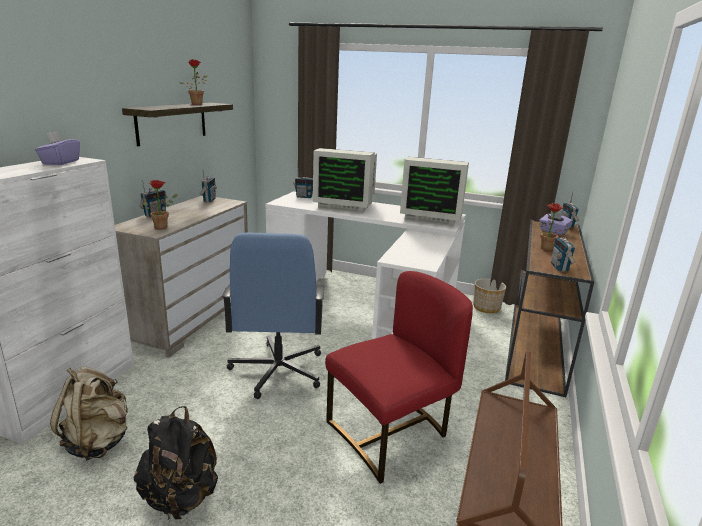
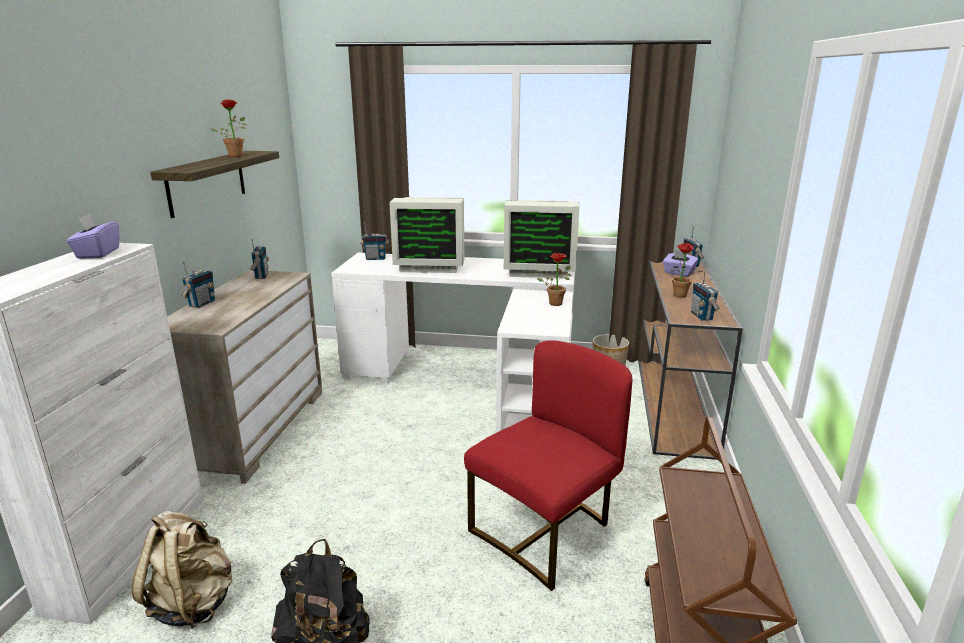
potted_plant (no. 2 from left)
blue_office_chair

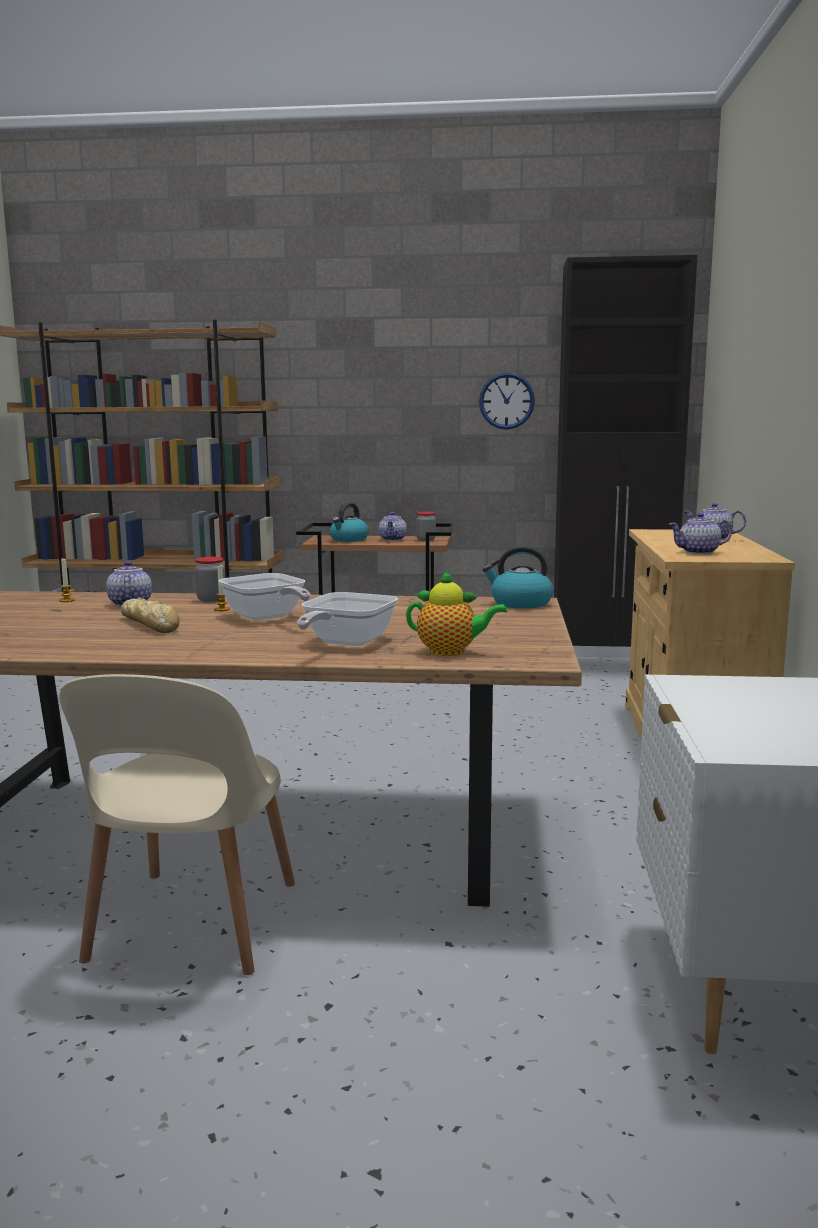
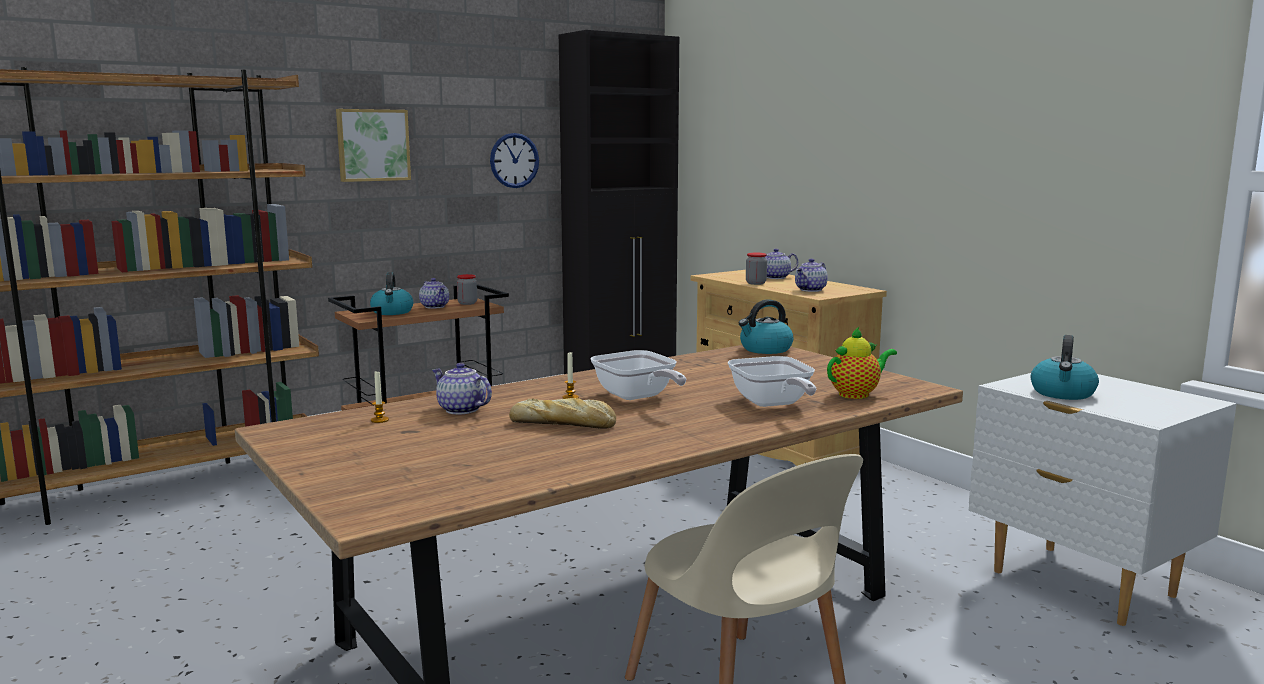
jar (no. 2 from left)
frying_pan (no. 1 from left)
picture
kettle (no. 3 from left)

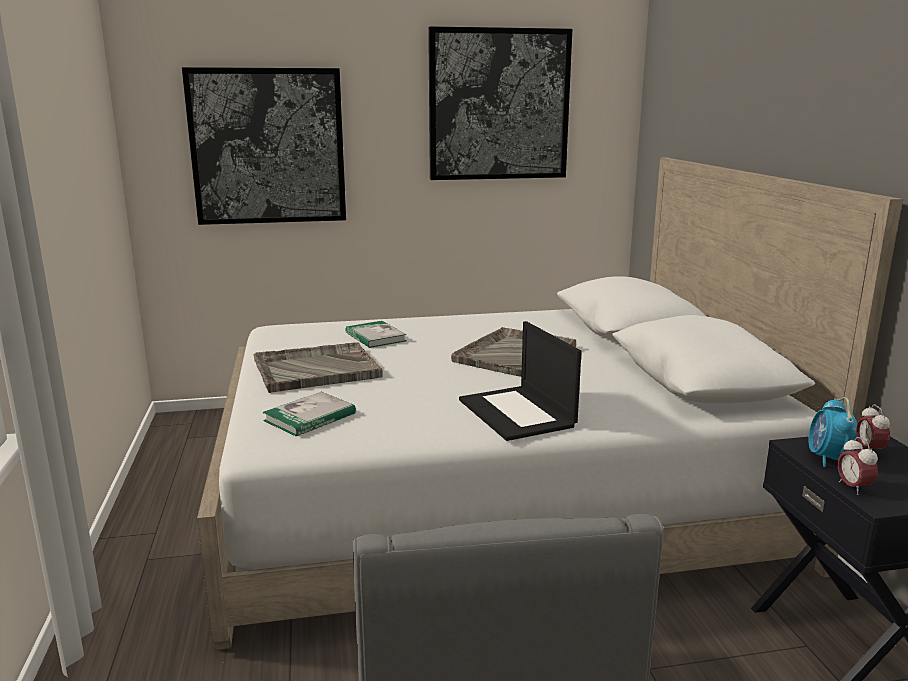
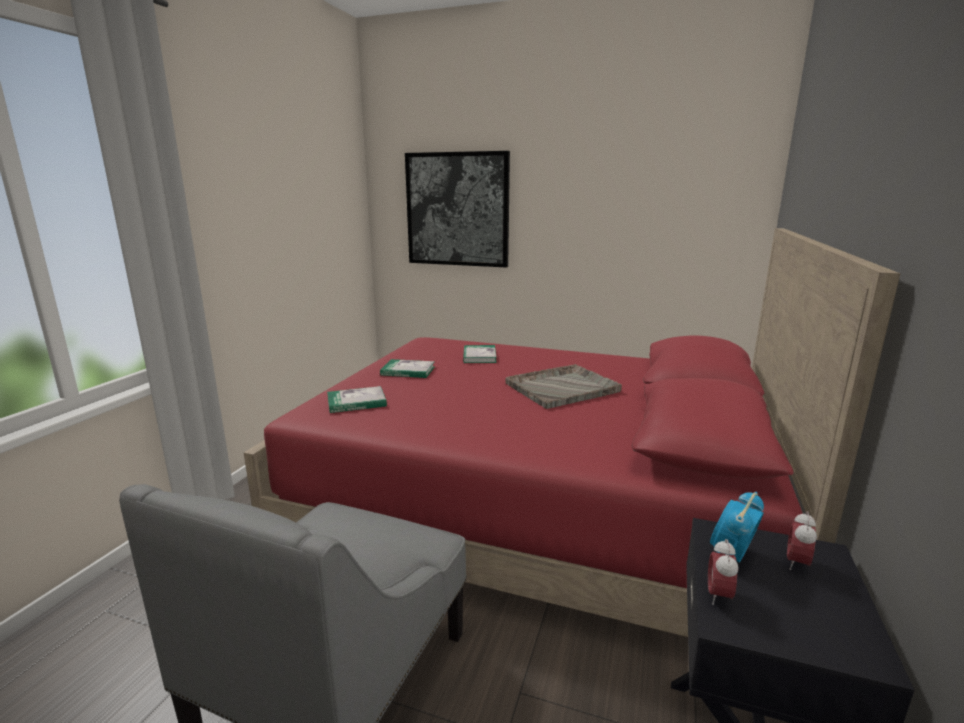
picture (no. 2 from left in the first image)
red_bed
laptop
book (no. 2 from left)

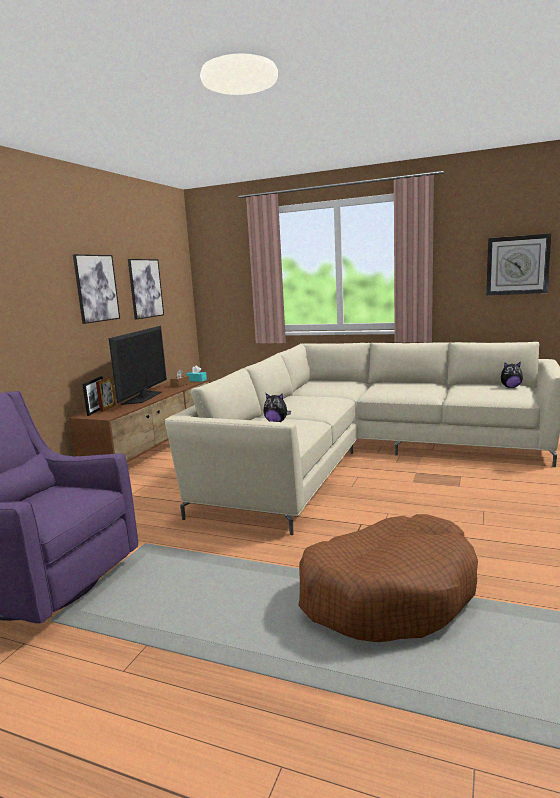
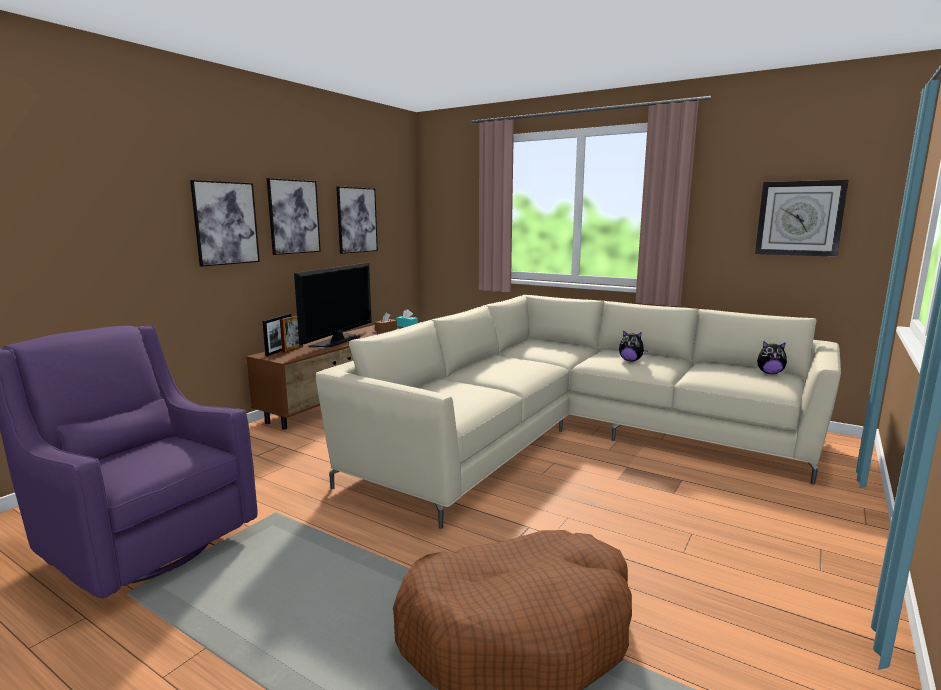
plush_toy (no. 1 from left)
picture (no. 1 from left)

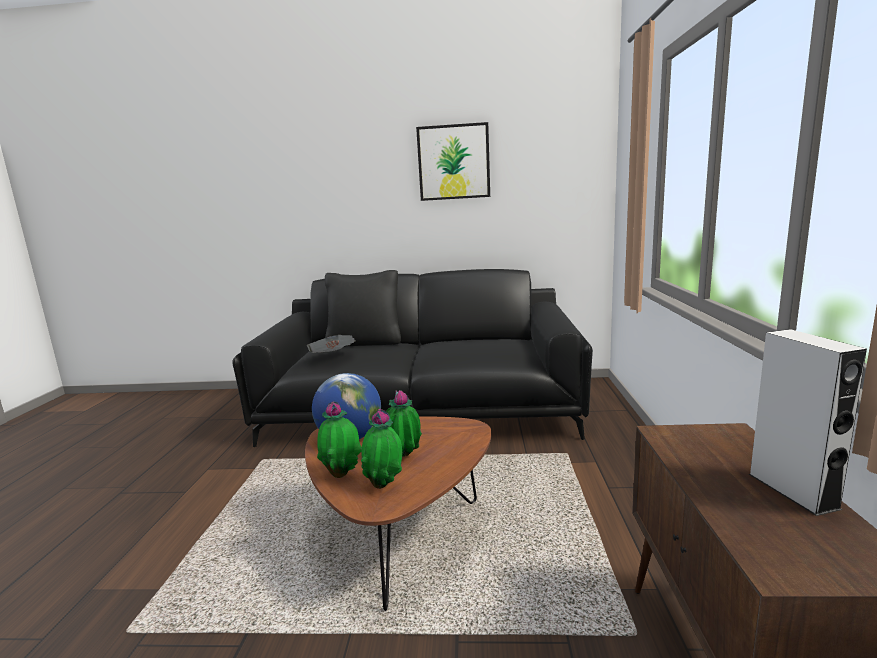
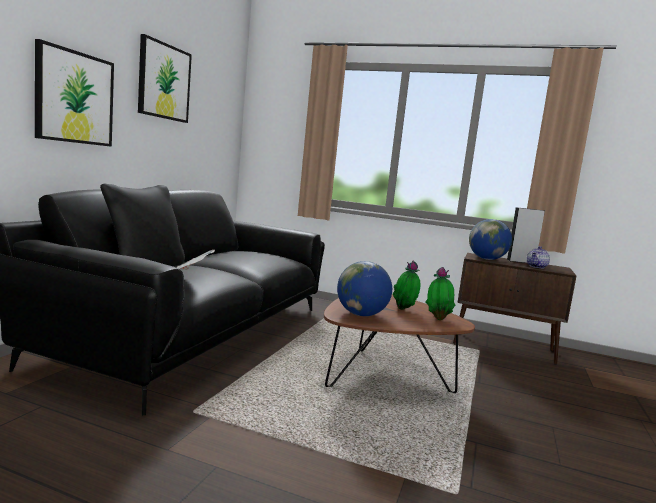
potted_plant (no. 1 from left in the first image)
picture (no. 1 from left)
globe (no. 2 from left)
teapot

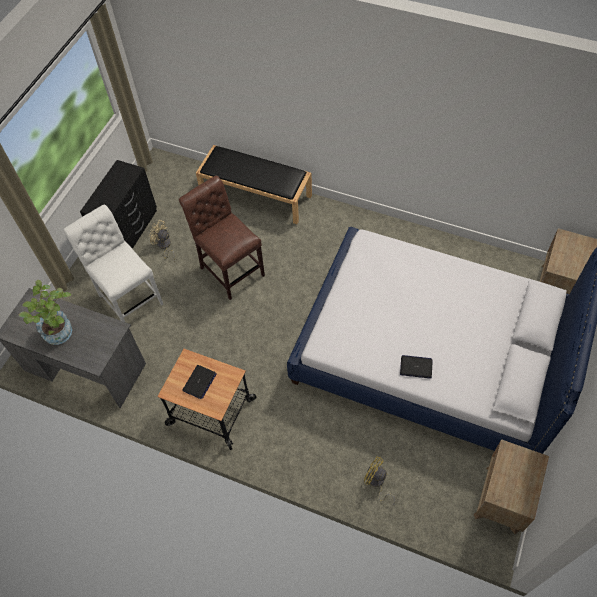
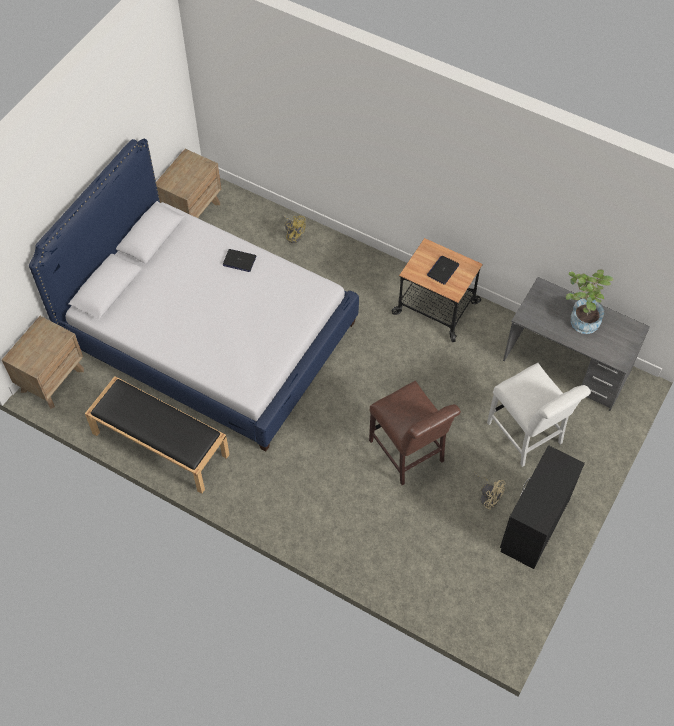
black_bench

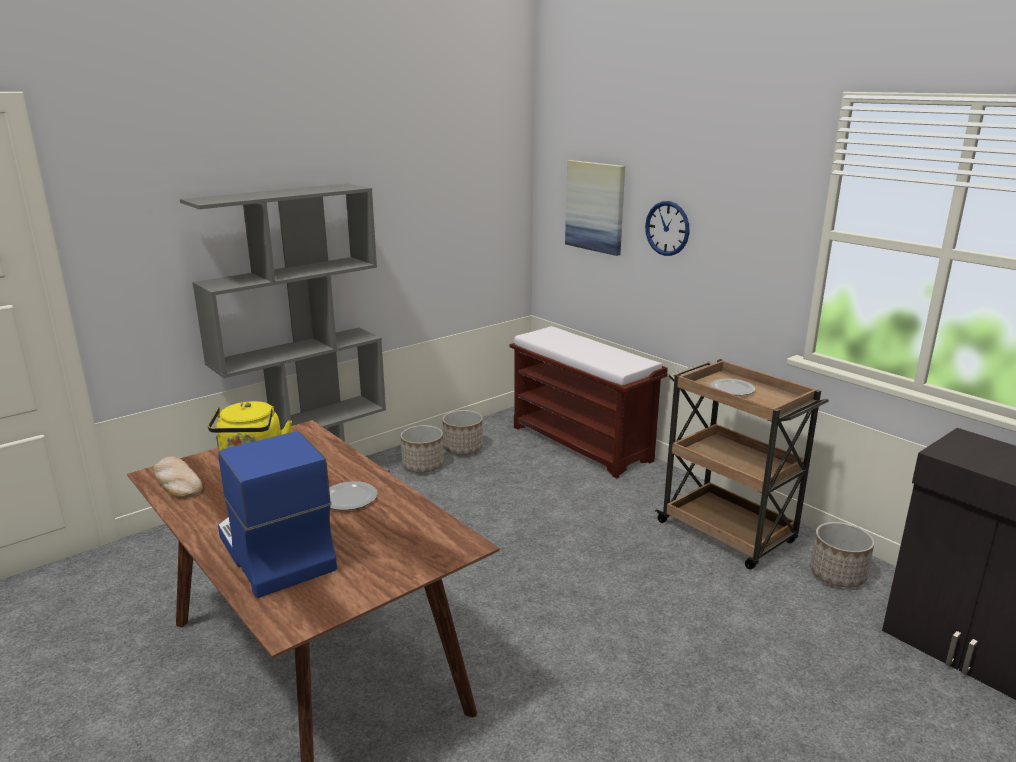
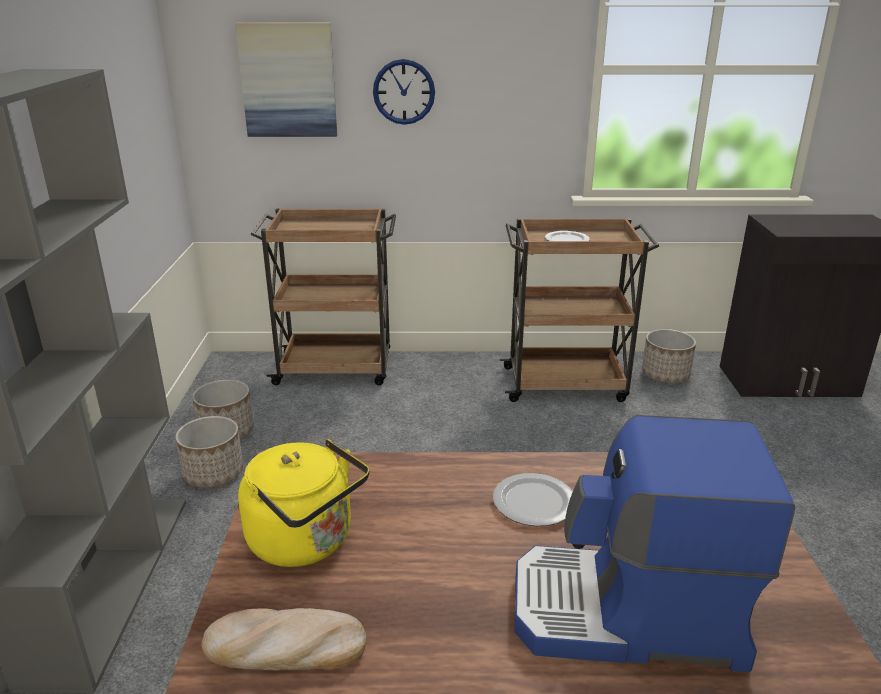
brown_cart (no. 1 from left)

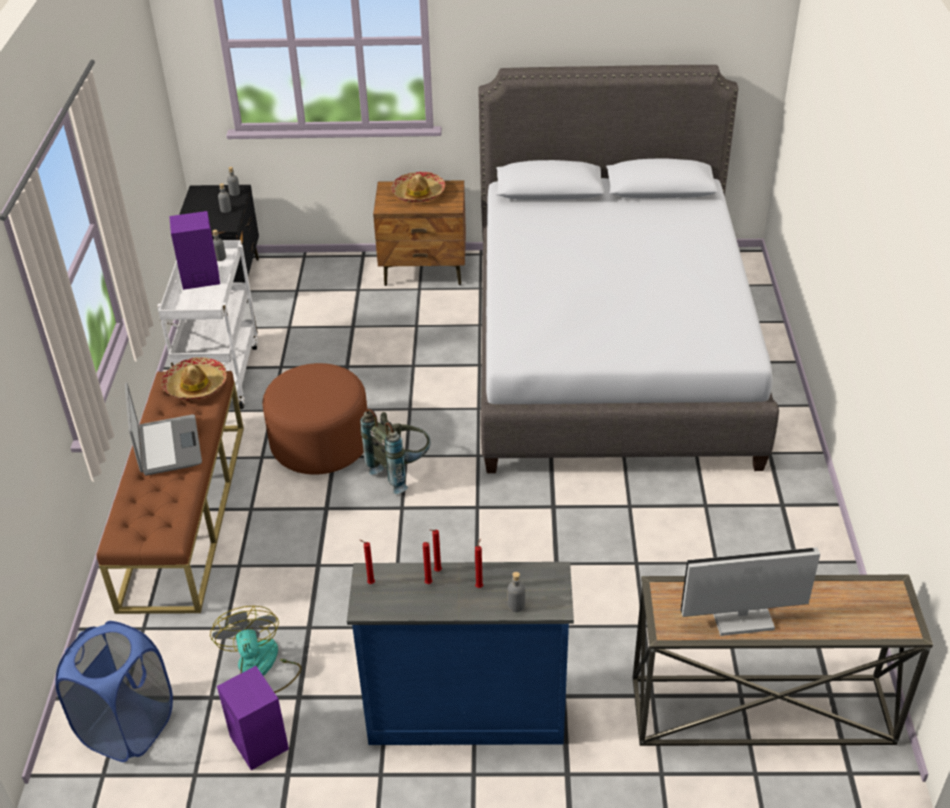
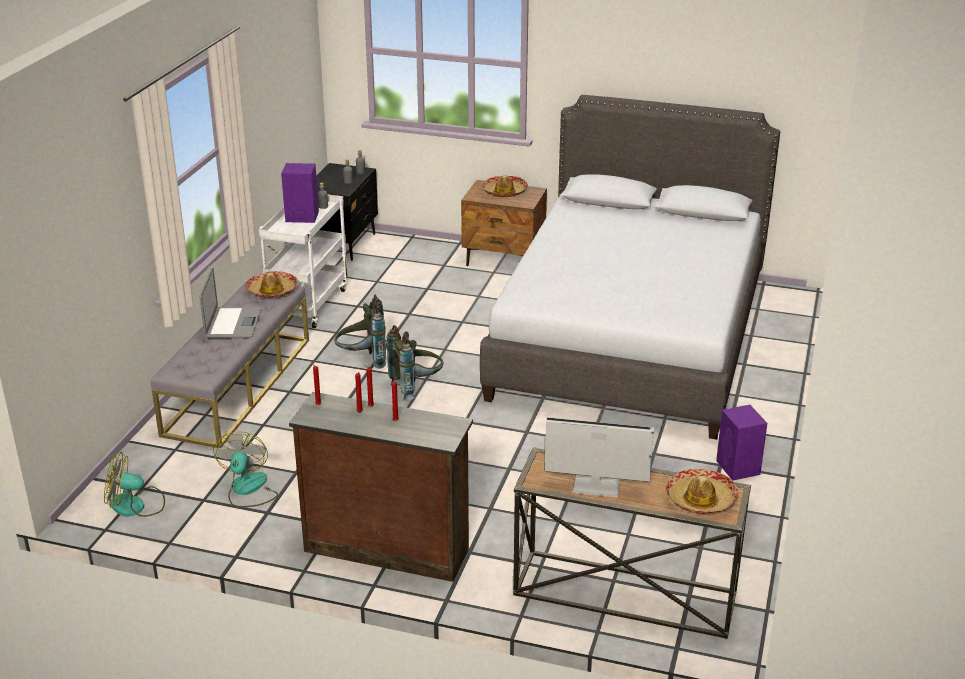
grey_backpack (no. 1 from left)
grey_bench
brown_dresser
grey_bottle (no. 4 from left in the first image)
fan (no. 1 from left)
purple_speaker (no. 2 from left)
hat (no. 3 from left)

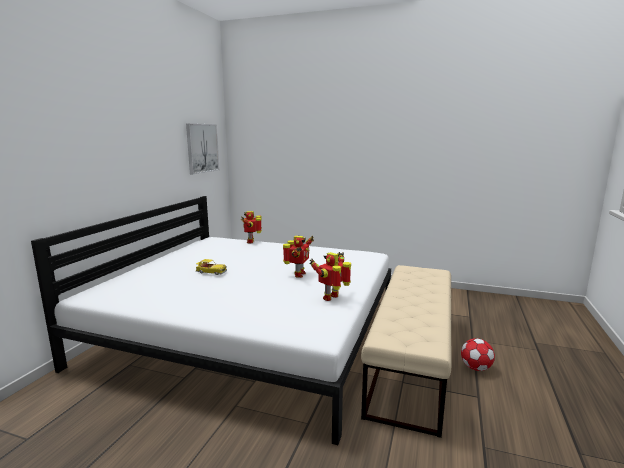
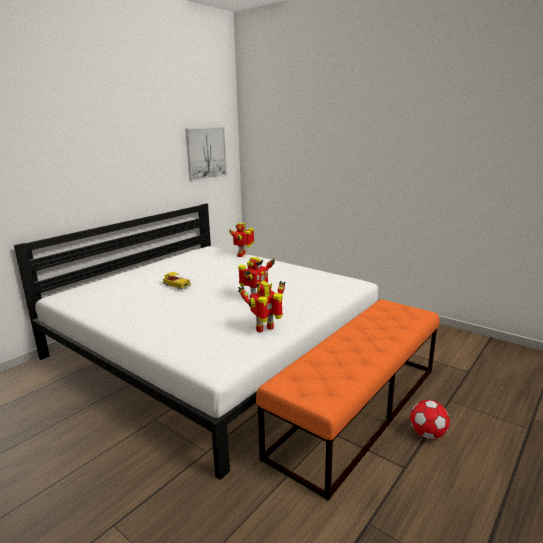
orange_bench

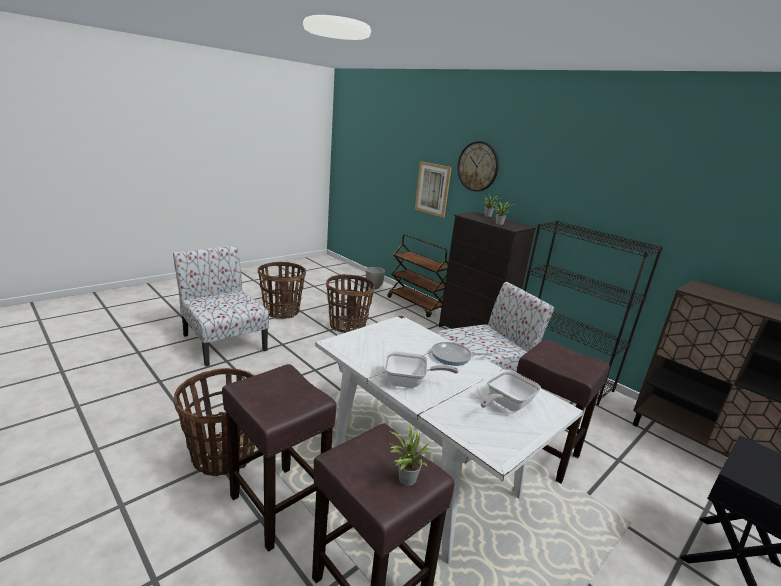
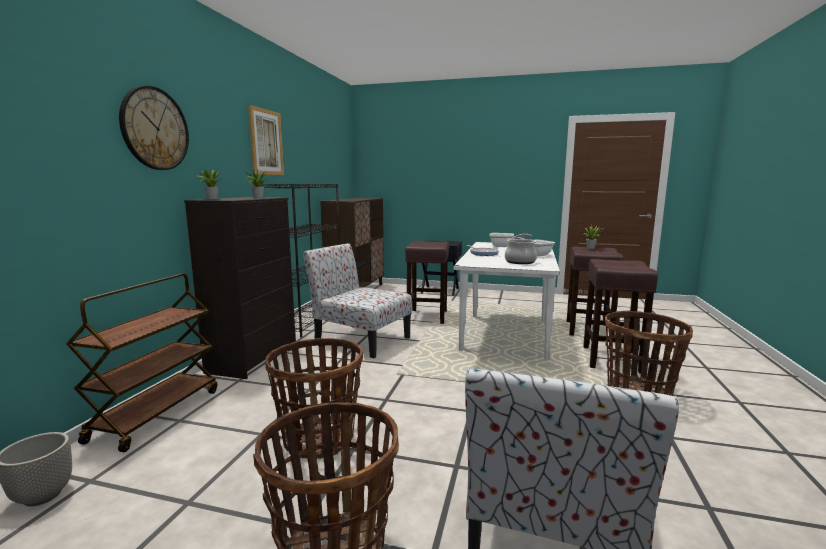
picture
cooking_pot

